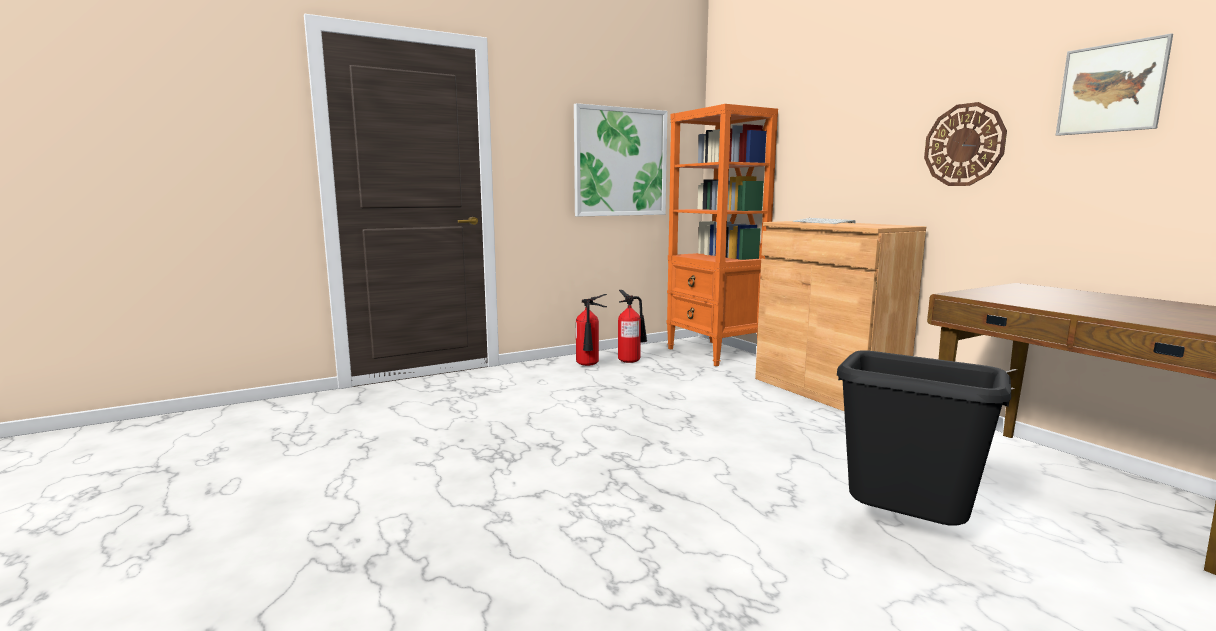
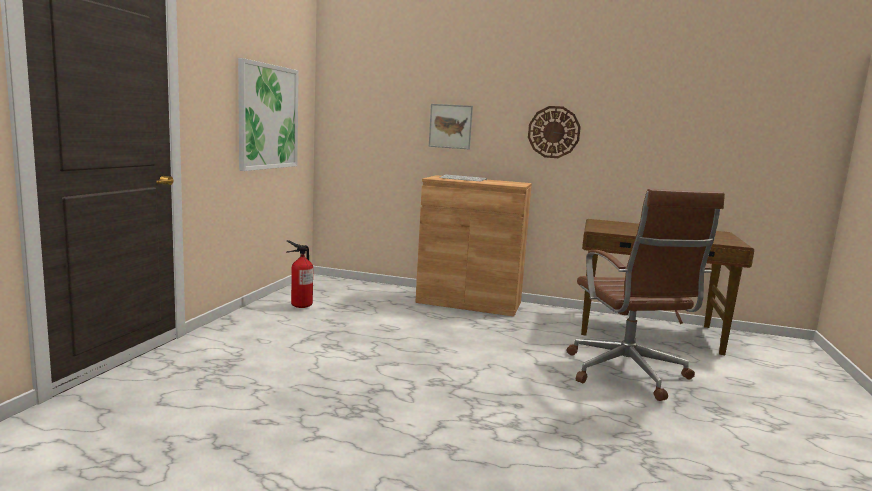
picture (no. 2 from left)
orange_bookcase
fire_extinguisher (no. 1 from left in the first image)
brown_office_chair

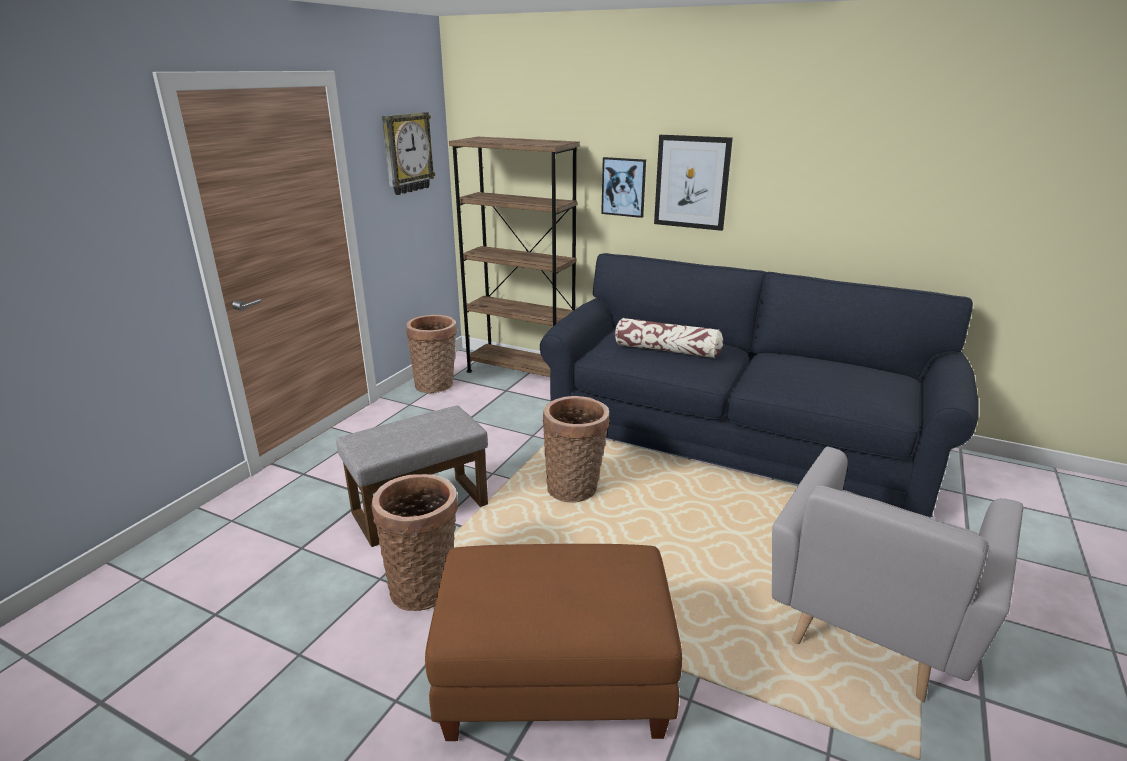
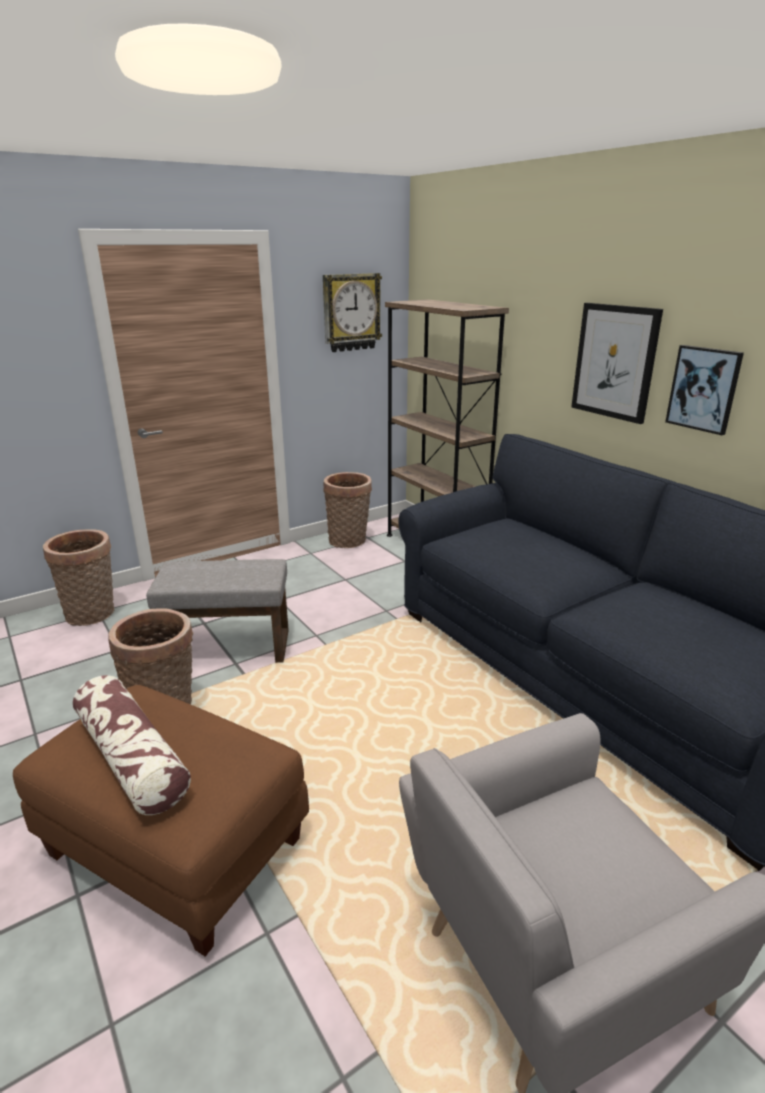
picture (no. 2 from left)
pillow
basket (no. 1 from left)

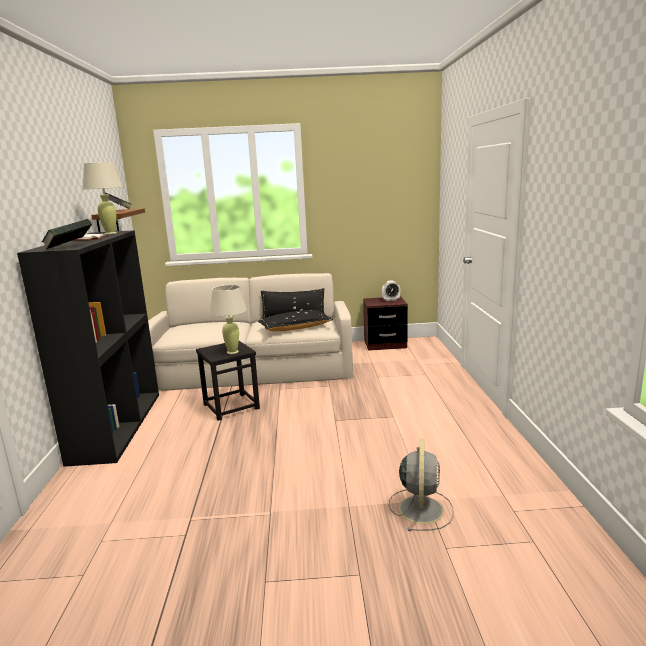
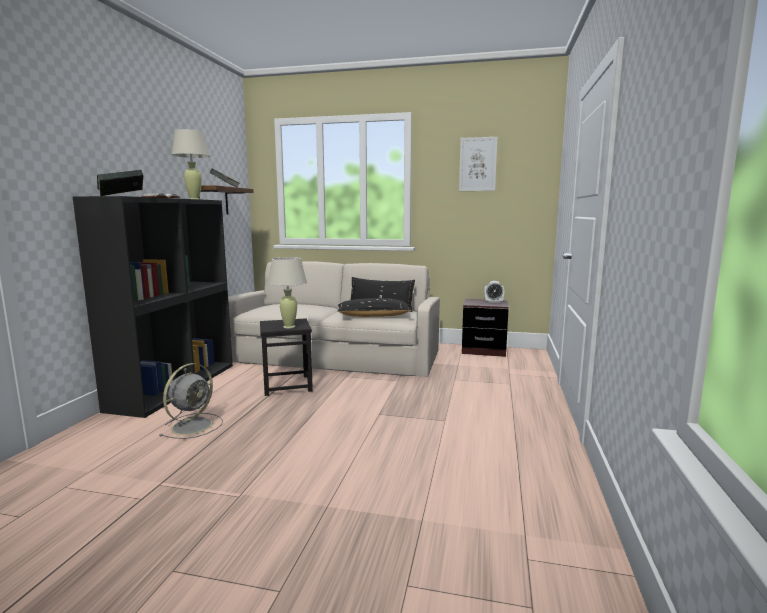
grey_fan
picture

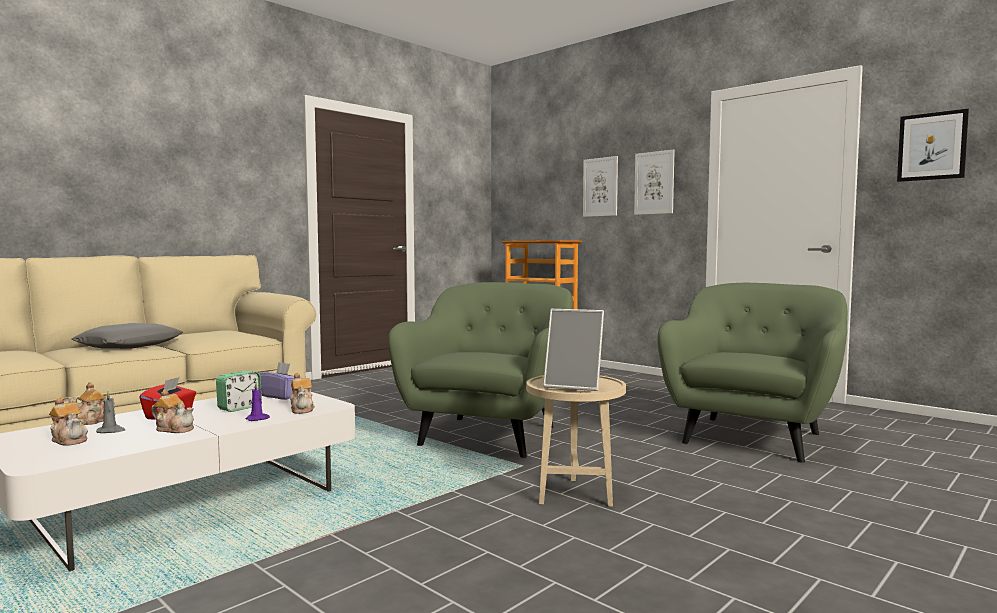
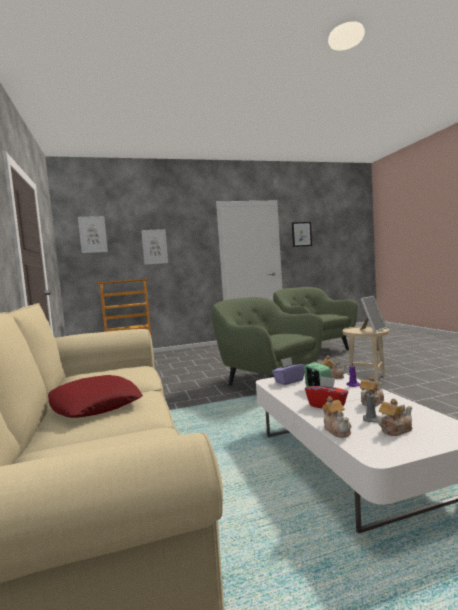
picture (no. 1 from left)
red_pillow

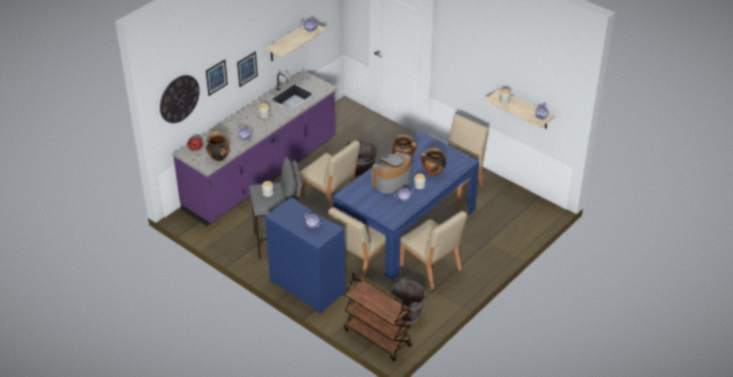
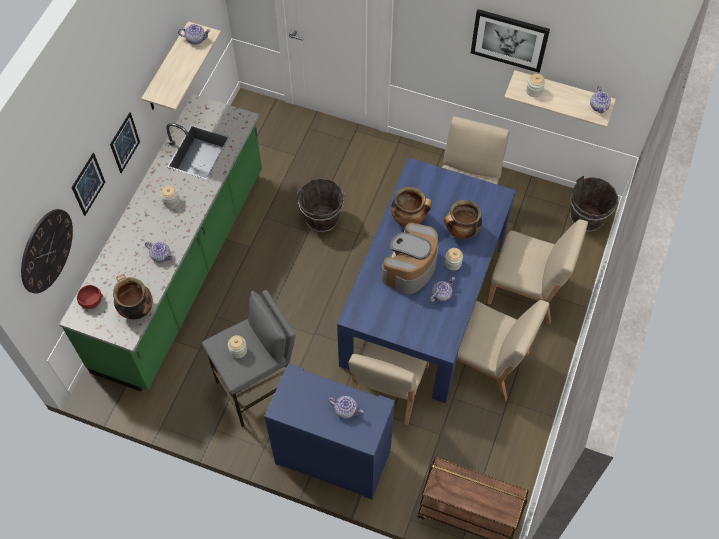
green_counter
beige_chair (no. 4 from left)
brown_bucket (no. 2 from left)
picture (no. 3 from left)

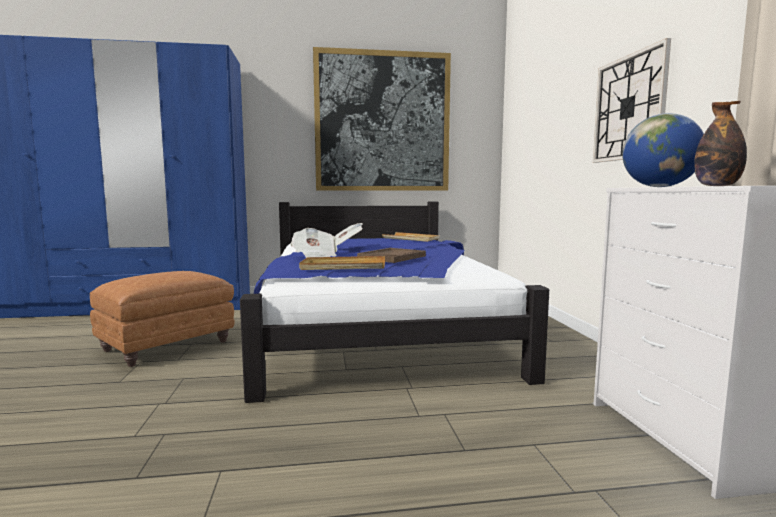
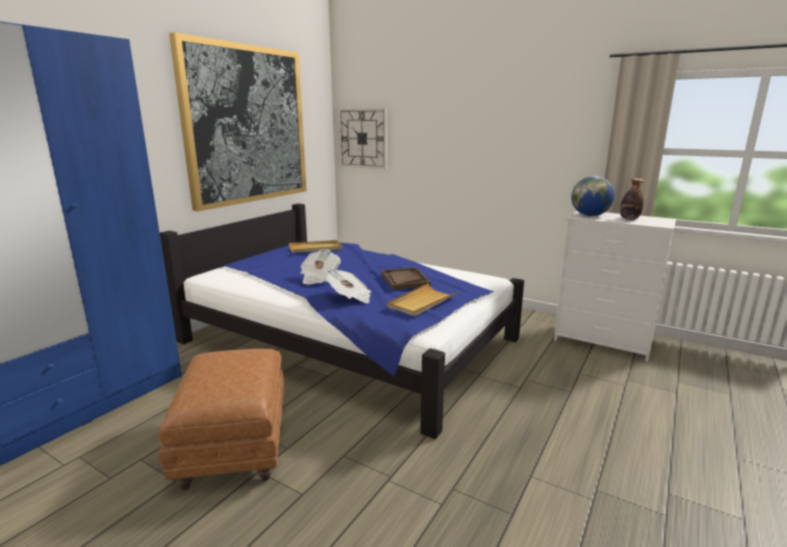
wall_clock

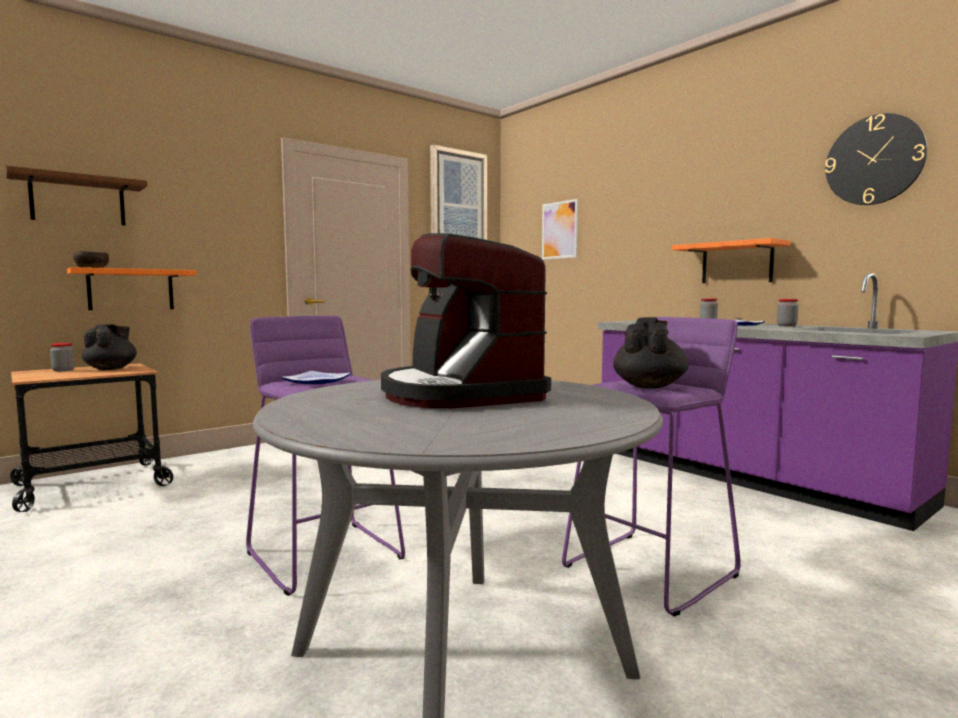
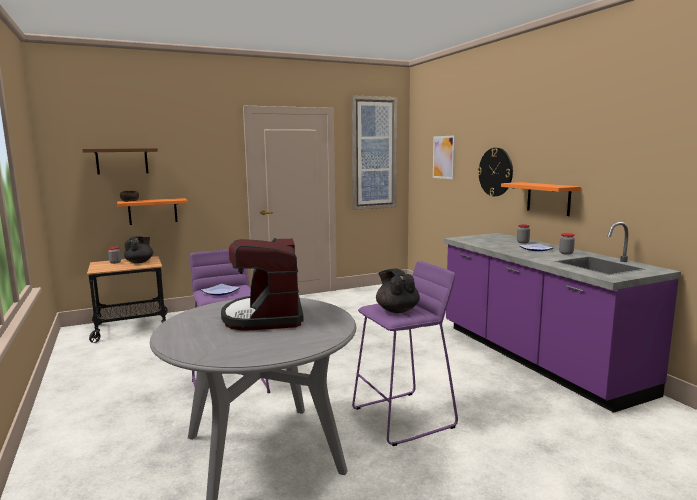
wall_clock
black_teapot (no. 2 from left)

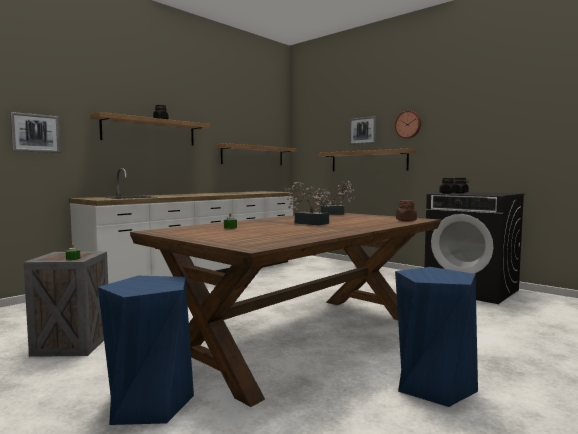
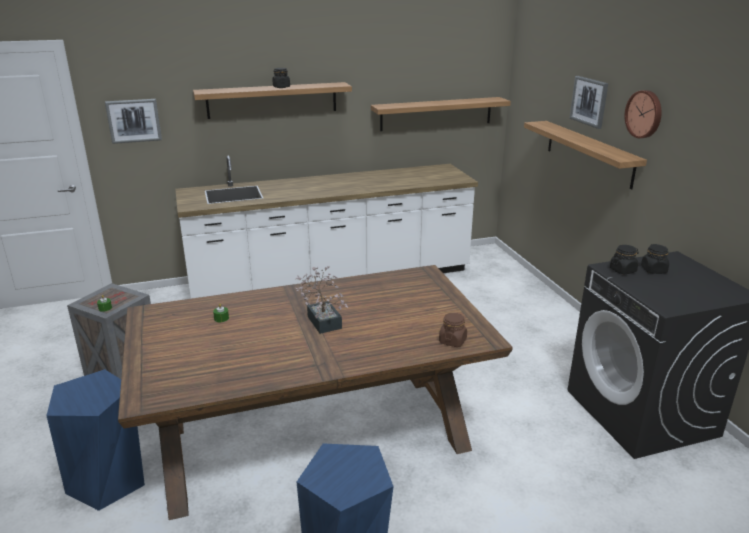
potted_plant (no. 2 from left in the first image)

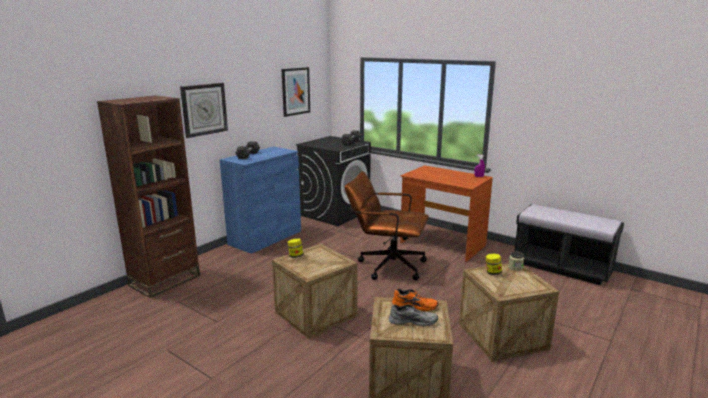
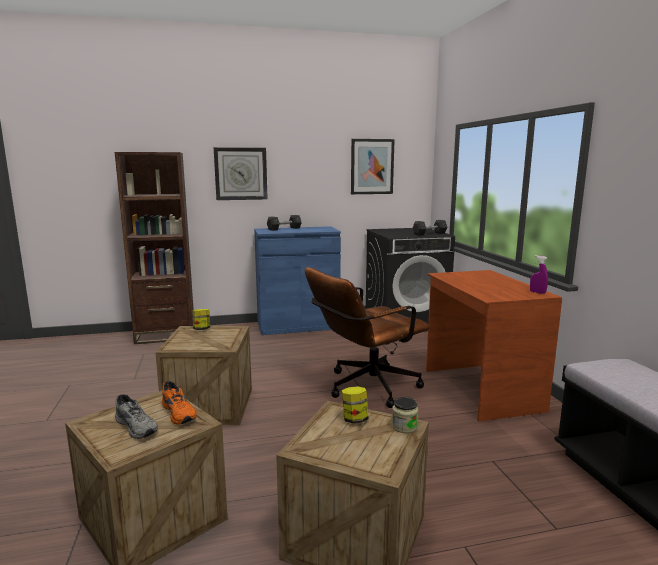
brown_office_chair

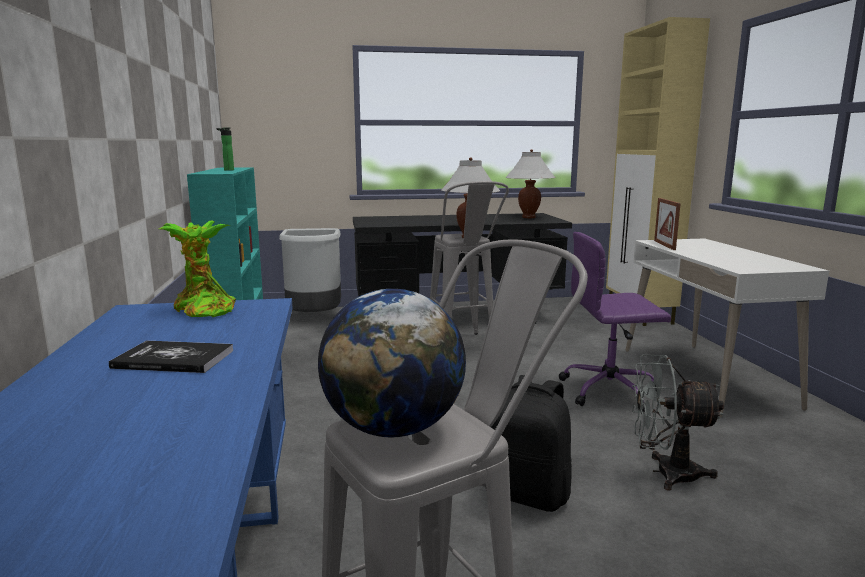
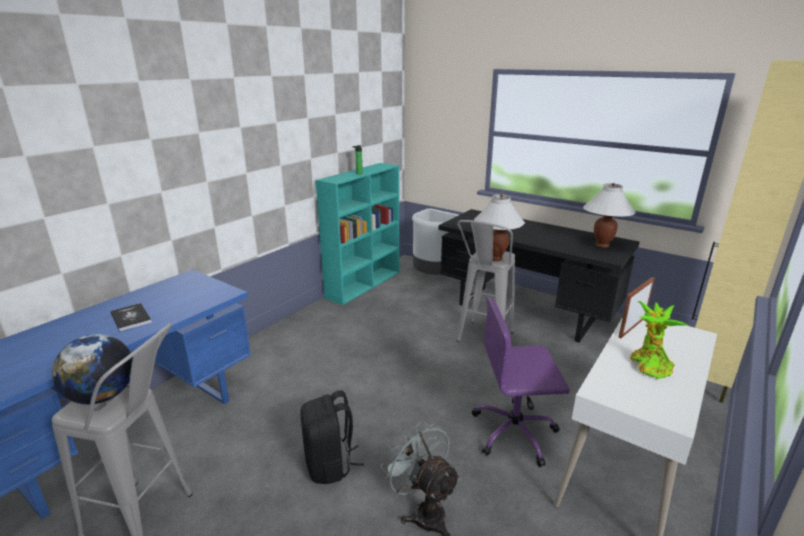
potted_plant
purple_office_chair

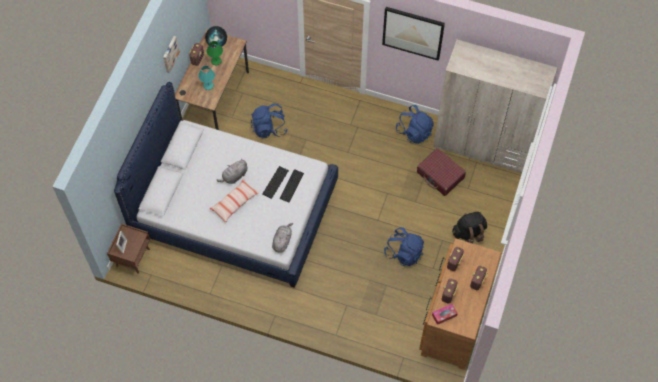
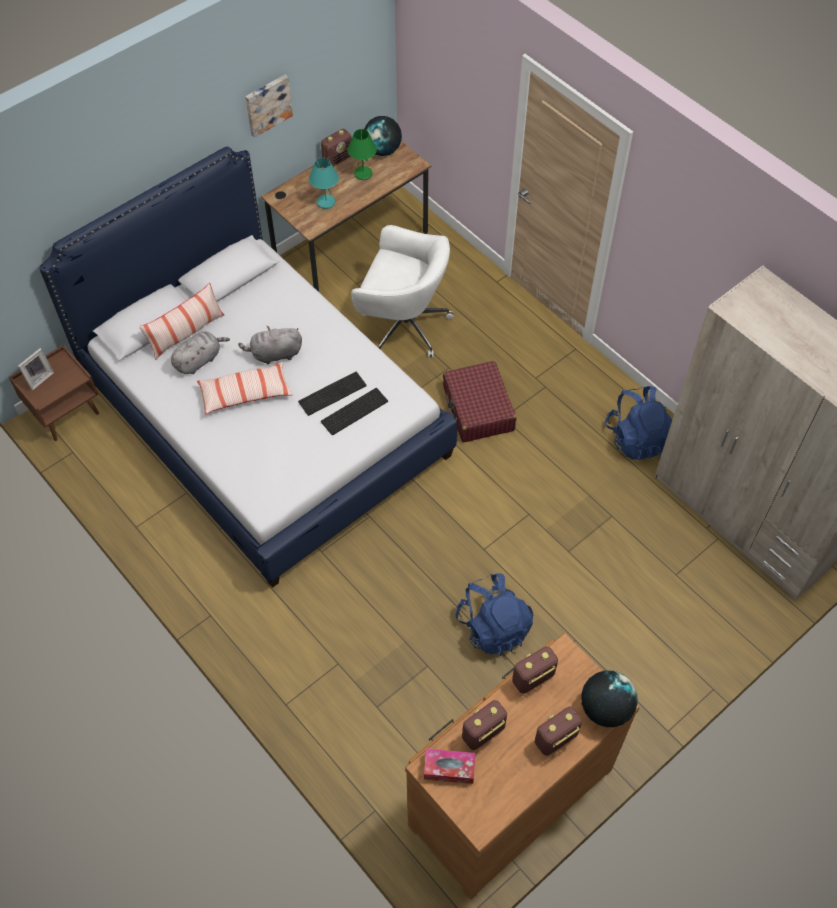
picture (no. 2 from left in the first image)
white_office_chair
red_suitcase
black_backpack
grey_plush_toy (no. 1 from left)
pillow (no. 1 from left)
globe (no. 2 from left)

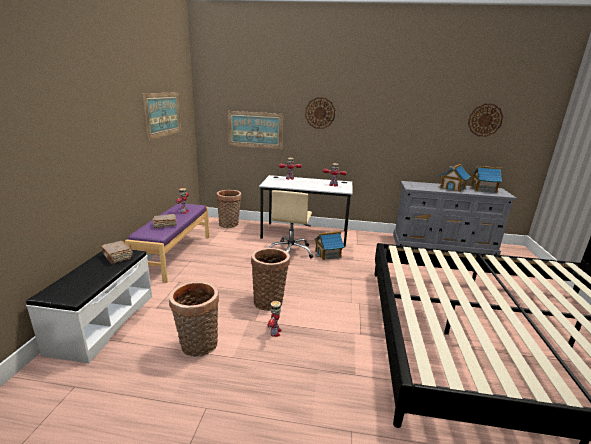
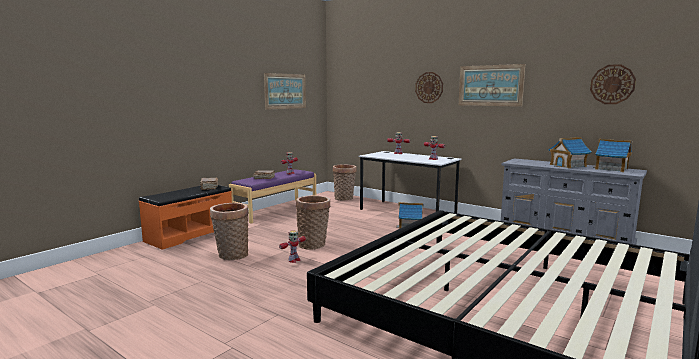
picture (no. 2 from left)
beige_office_chair
orange_bench

